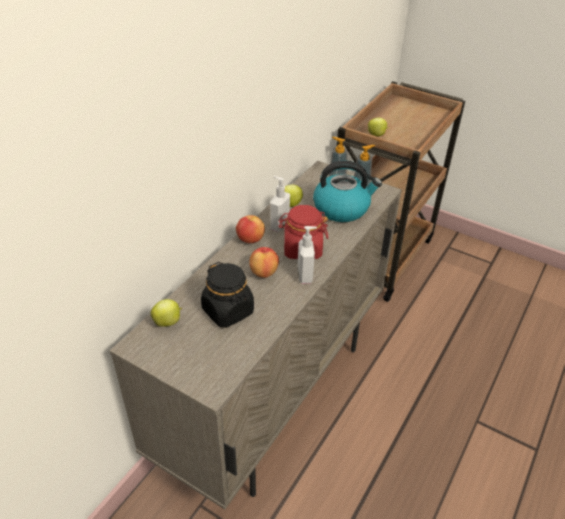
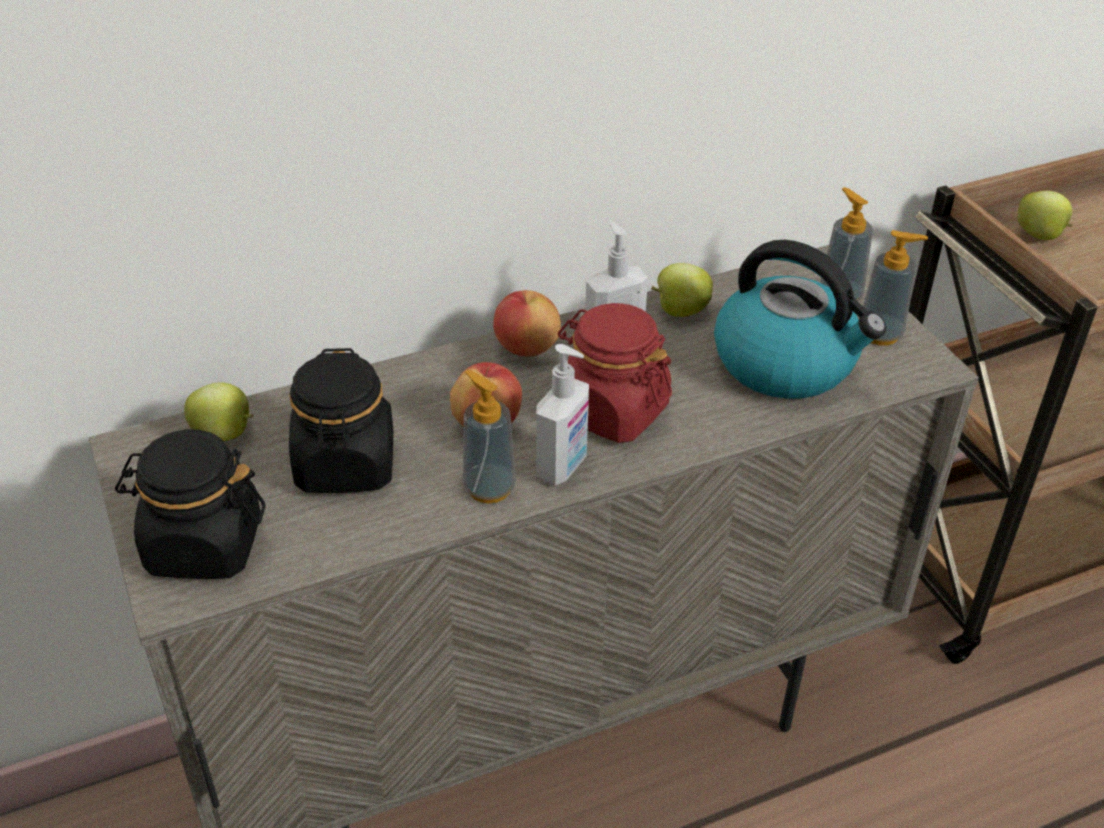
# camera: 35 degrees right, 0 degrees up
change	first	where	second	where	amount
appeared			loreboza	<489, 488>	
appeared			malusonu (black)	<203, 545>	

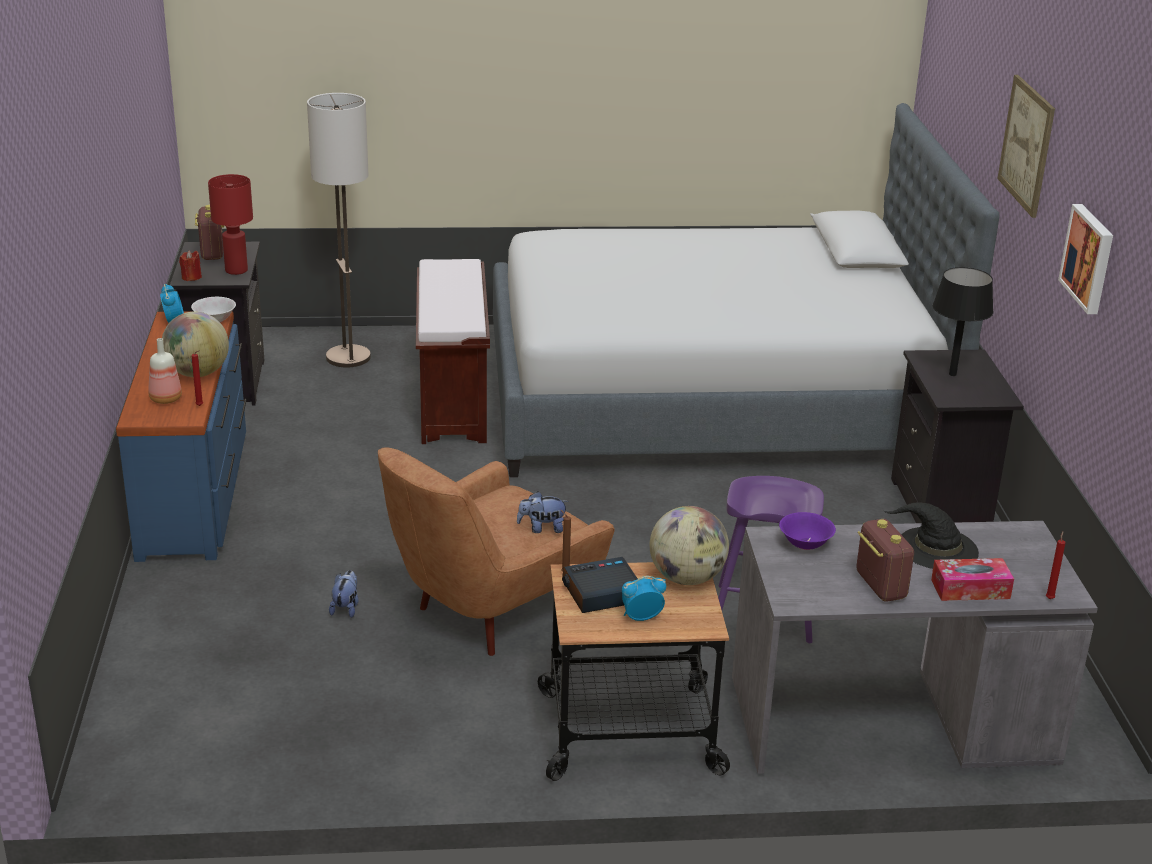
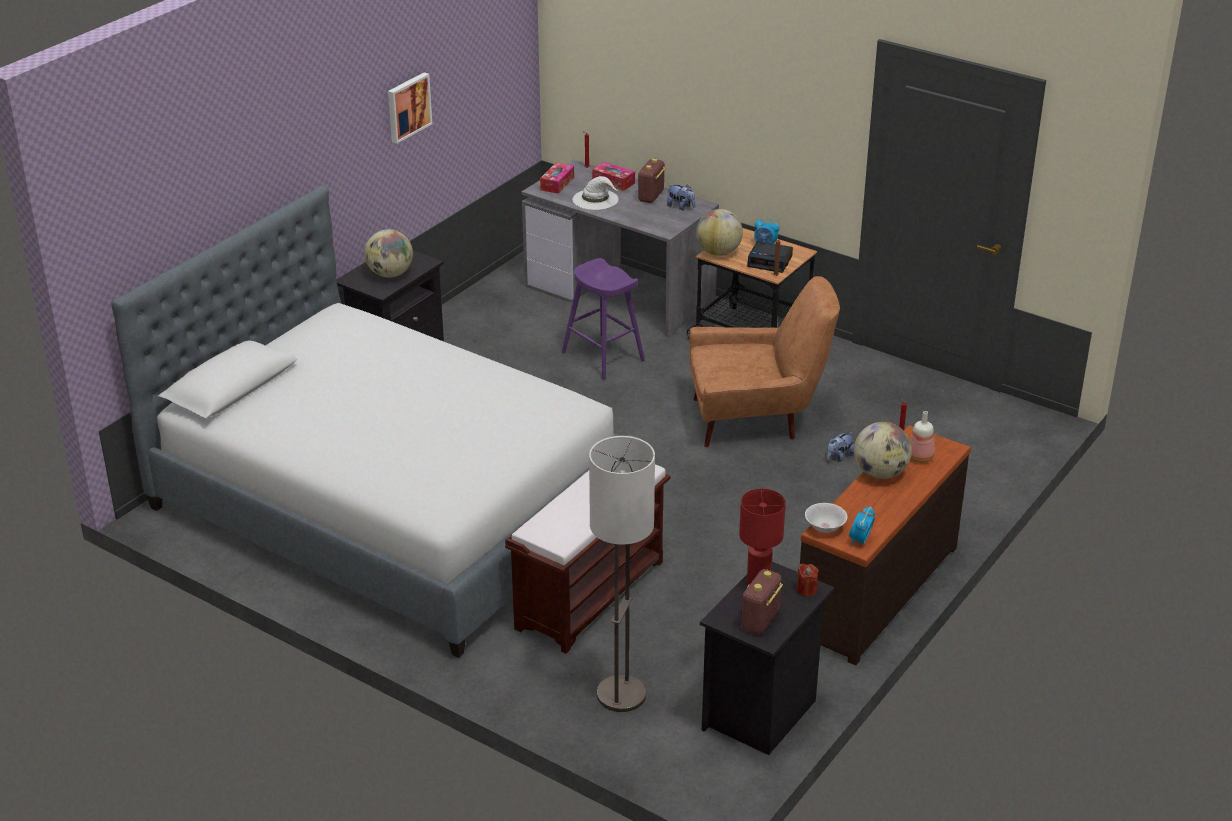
# camera: 140 degrees left, 5 degrees up
change	first	where	second	where	amount
missing	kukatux	<1026, 145>			
exchanged	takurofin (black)	<952, 374>	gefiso	<390, 274>	
colour	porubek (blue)	<195, 493>	porubek (brown)	<875, 591>	
relocated	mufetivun	<542, 528>		<681, 207>	
colour	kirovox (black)	<936, 548>	kirovox (white)	<596, 199>	
missing	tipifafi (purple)	<805, 544>			
appeared			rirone	<557, 183>	

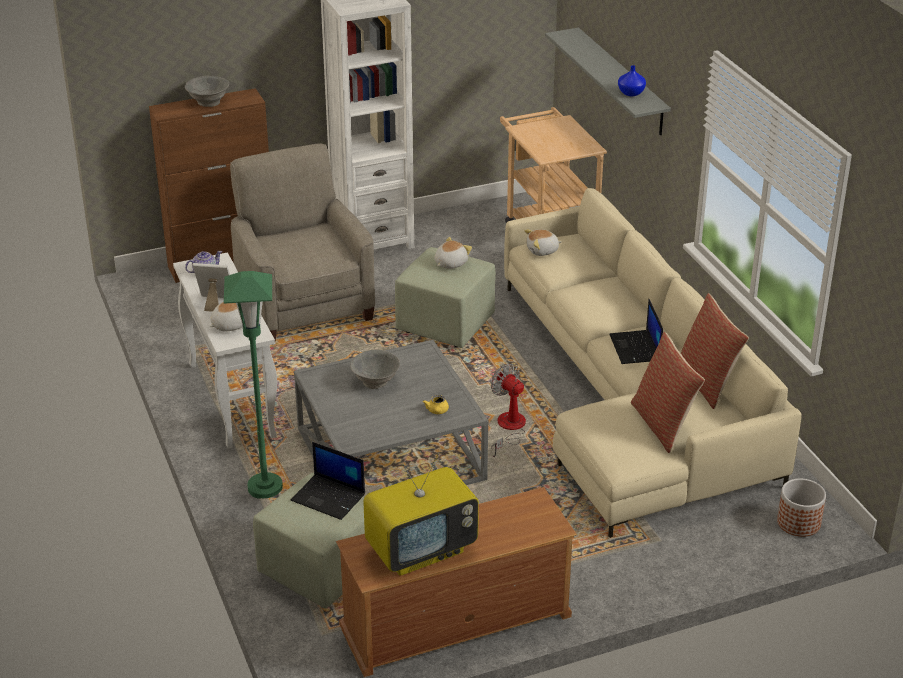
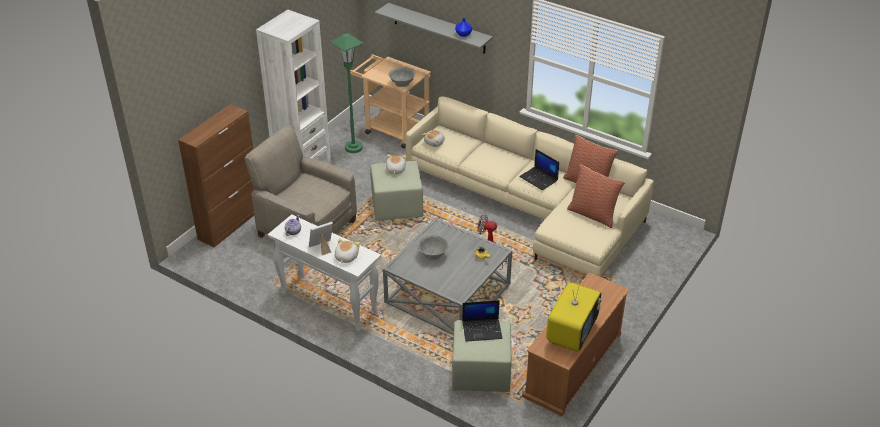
# camera: 35 degrees left, 5 degrees up
change	first	where	second	where	amount
relocated	tipifafi (grey)	<208, 103>		<402, 84>	
relocated	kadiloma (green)	<265, 487>		<353, 148>	
missing	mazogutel	<799, 523>			

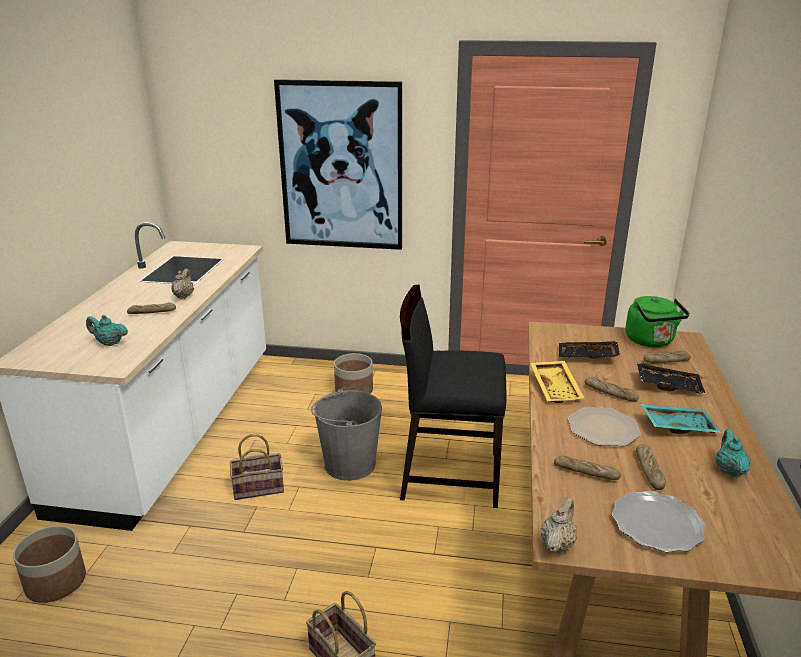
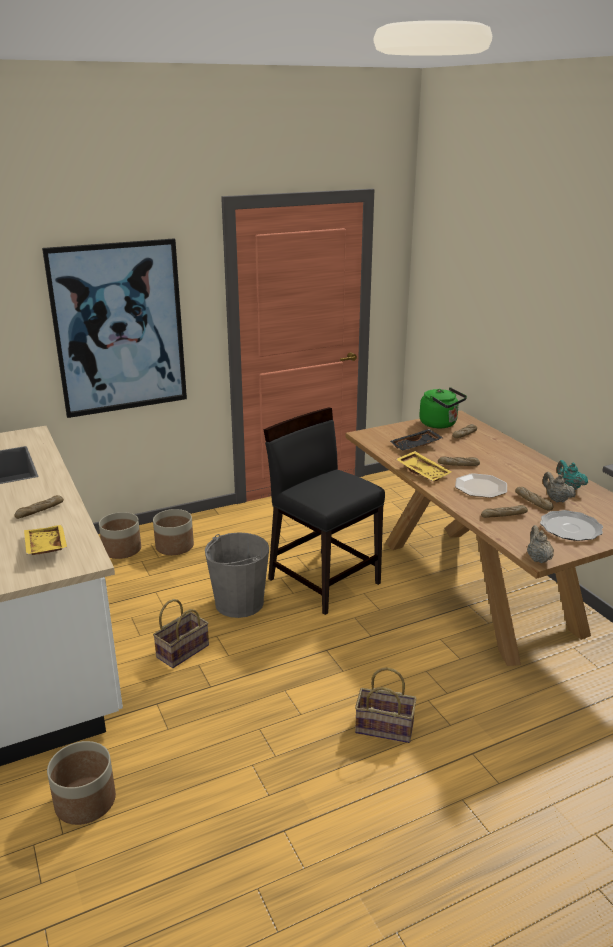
# camera: 35 degrees left, 0 degrees up
change	first	where	second	where	amount
relocated	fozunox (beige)	<184, 296>		<556, 499>	
spun	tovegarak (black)	<449, 474>		<324, 580>	75 degrees clockwise
exchanged	fozunox (turquoise)	<109, 343>	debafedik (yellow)	<45, 547>	
missing	debafedik (black)	<668, 385>			
missing	debafedik (turquoise)	<677, 426>			
appeared			mazogutel	<122, 549>	

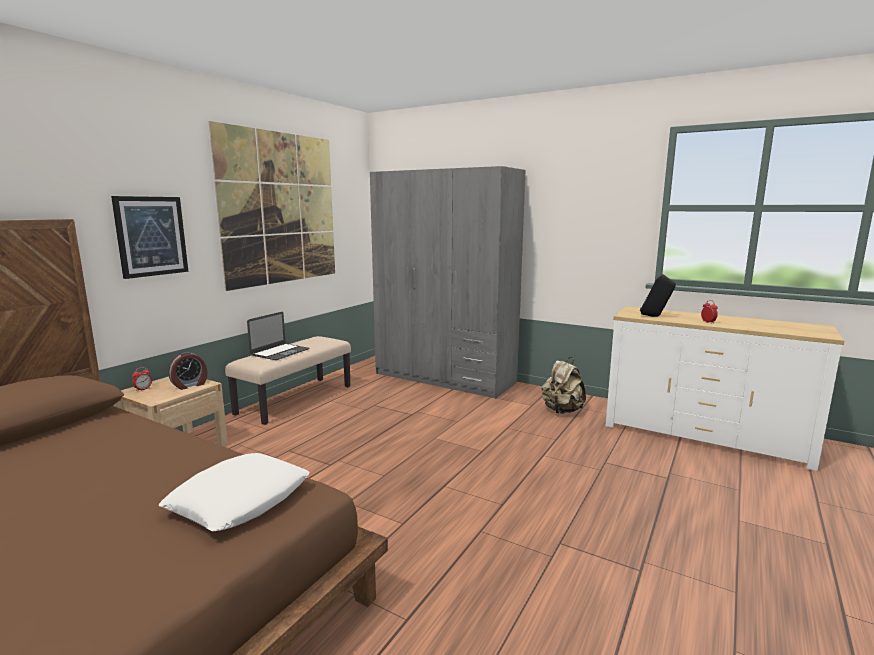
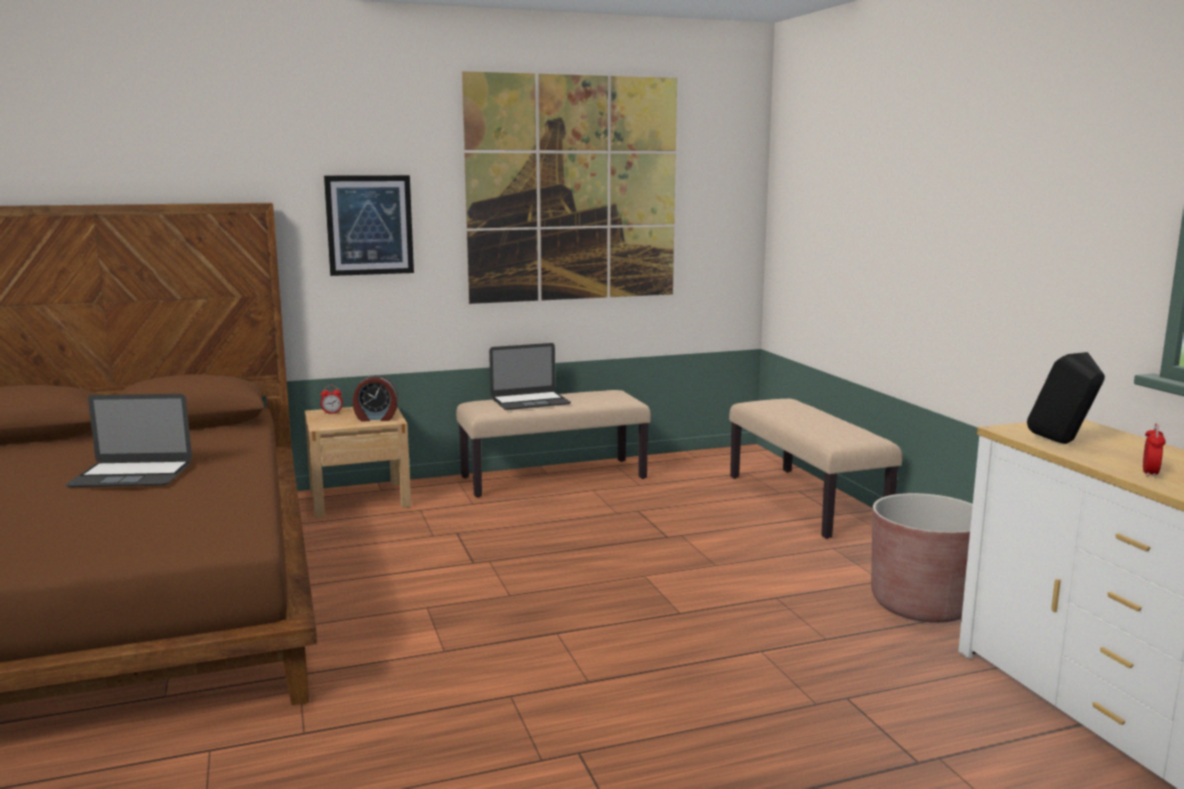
# camera: 40 degrees right, 0 degrees up
change	first	where	second	where	amount
exchanged	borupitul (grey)	<444, 378>	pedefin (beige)	<806, 501>	
exchanged	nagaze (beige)	<562, 411>	mazogutel (brown)	<922, 605>	
missing	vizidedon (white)	<240, 499>			
appeared			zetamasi	<131, 474>	

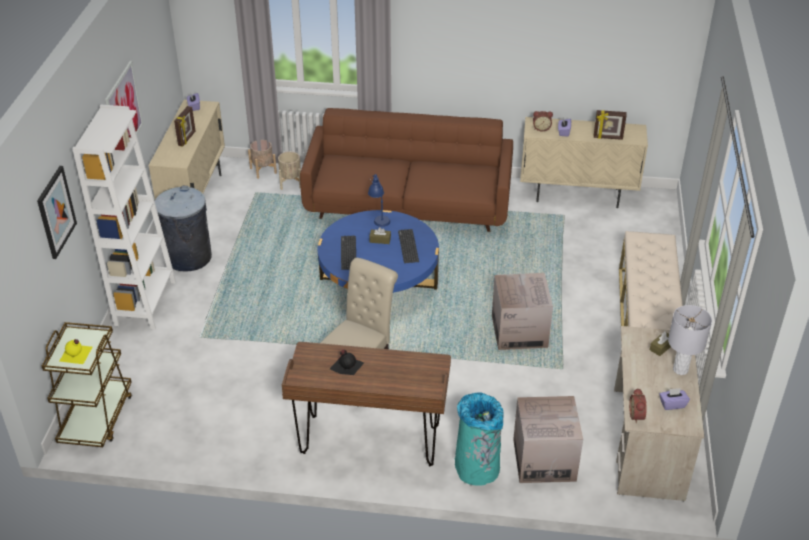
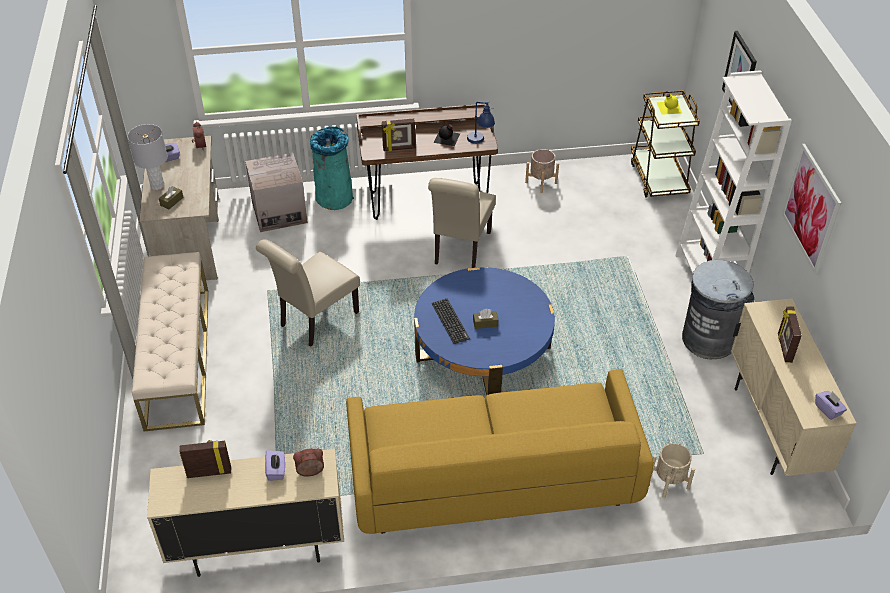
# camera: 165 degrees right, 5 degrees up
change	first	where	second	where	amount
colour	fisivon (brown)	<408, 204>	fisivon (yellow)	<492, 476>	
relocated	mazogutel (beige)	<263, 170>		<541, 182>	
relocated	takurofin (blue)	<378, 217>		<480, 141>	
missing	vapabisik	<348, 253>			
exchanged	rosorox	<519, 331>	tovegarak (beige)	<315, 321>	
appeared			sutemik	<399, 148>	

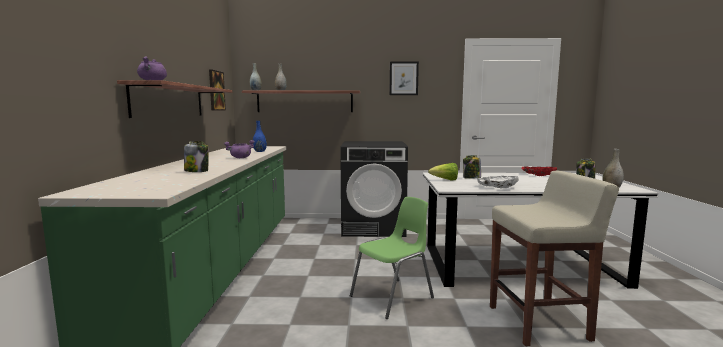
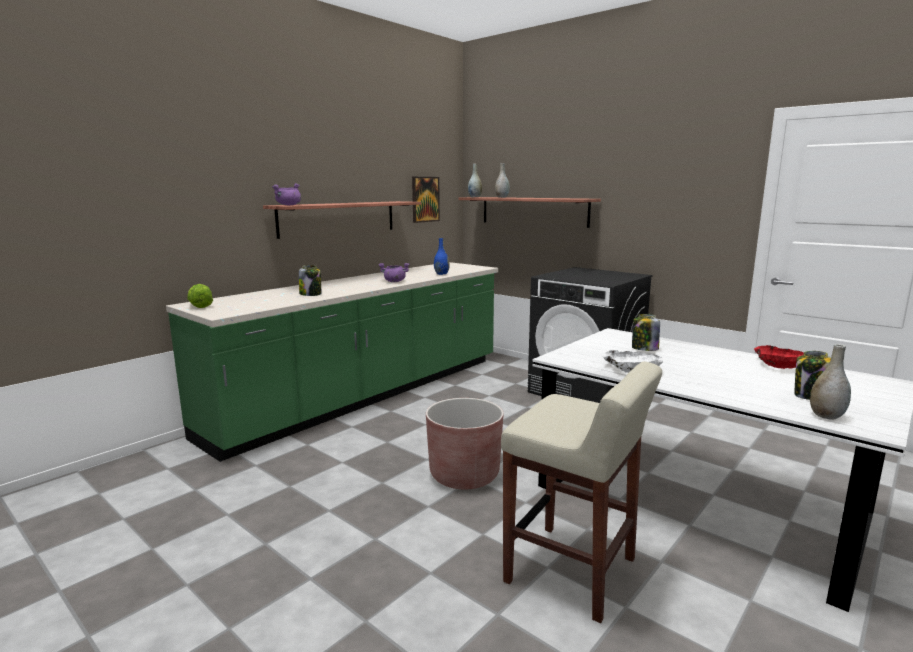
# camera: 40 degrees right, 5 degrees up
change	first	where	second	where	amount
missing	kukatux	<403, 78>			
relocated	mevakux	<445, 180>		<199, 306>	
exchanged	tovegarak (green)	<393, 297>	mazogutel (brown)	<464, 475>	

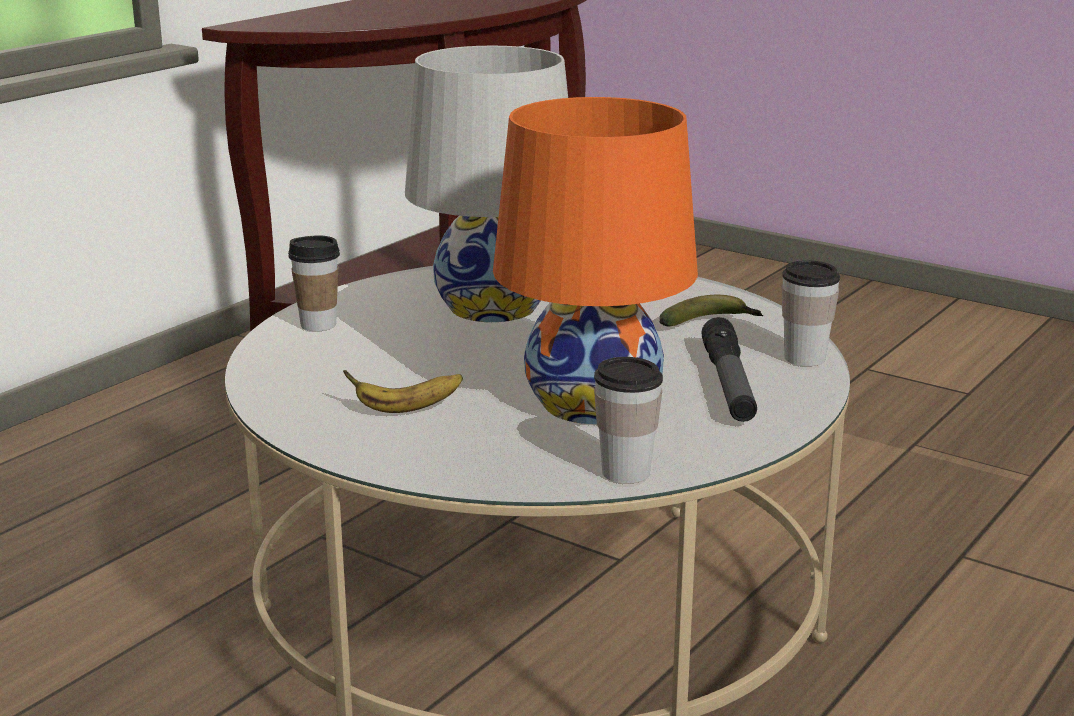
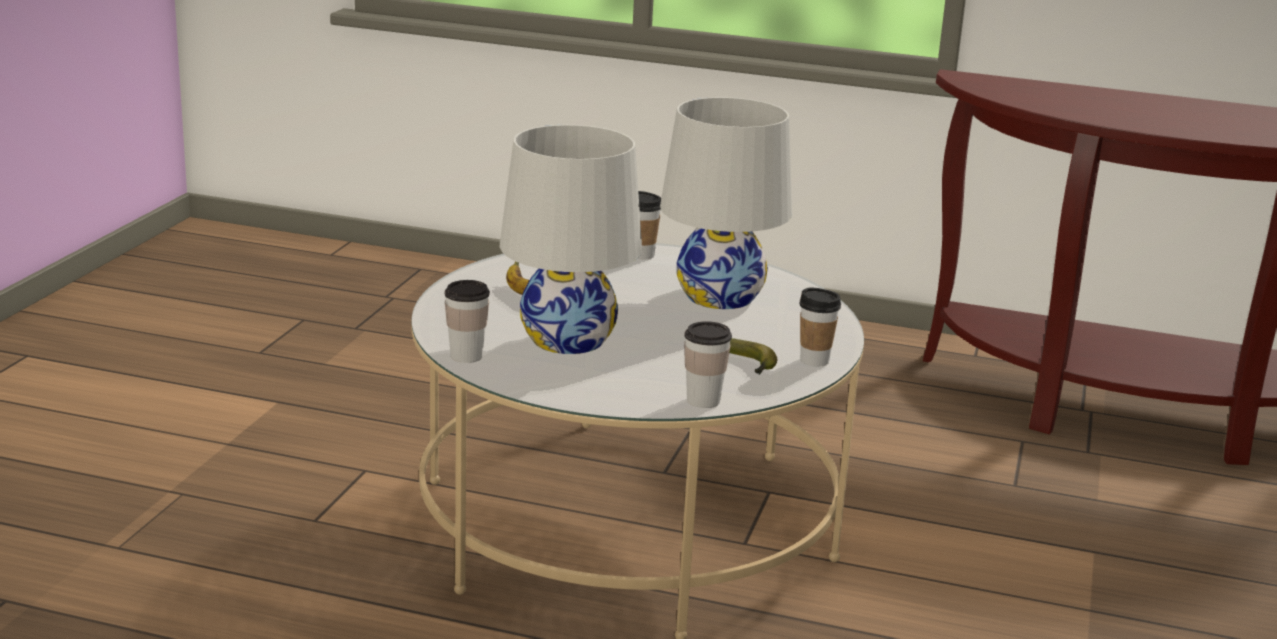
# camera: 70 degrees right, 0 degrees up
change	first	where	second	where	amount
colour	takurofin (orange)	<593, 402>	takurofin (white)	<568, 339>	
missing	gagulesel	<729, 385>			
appeared			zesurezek	<814, 360>	

